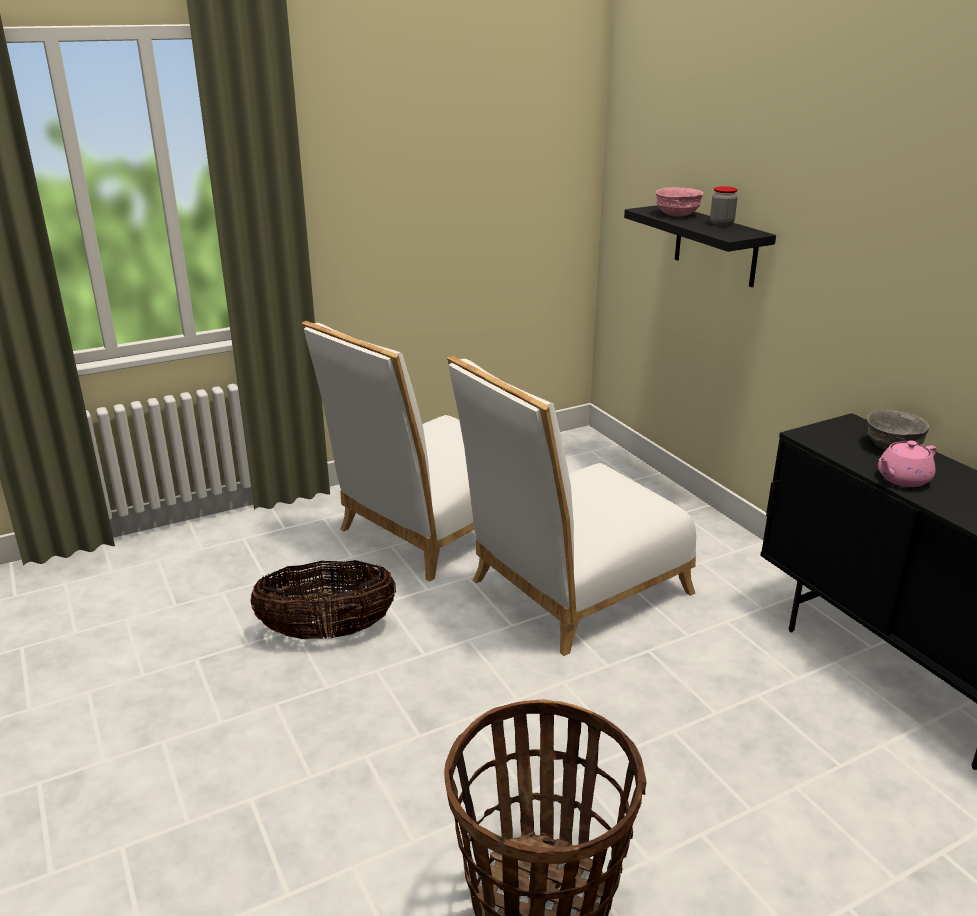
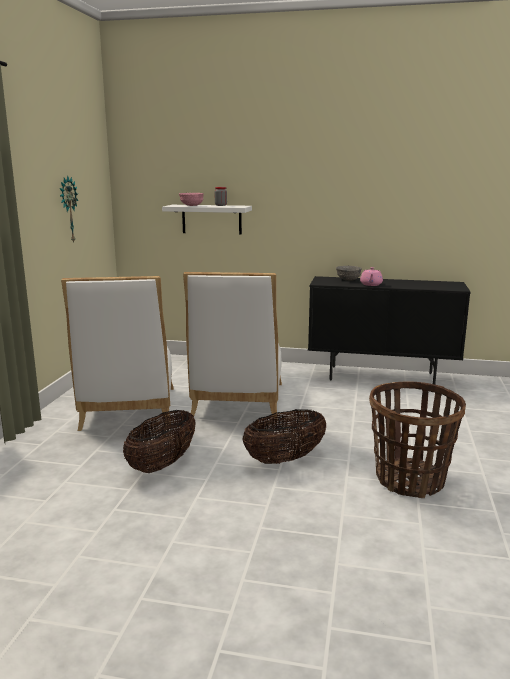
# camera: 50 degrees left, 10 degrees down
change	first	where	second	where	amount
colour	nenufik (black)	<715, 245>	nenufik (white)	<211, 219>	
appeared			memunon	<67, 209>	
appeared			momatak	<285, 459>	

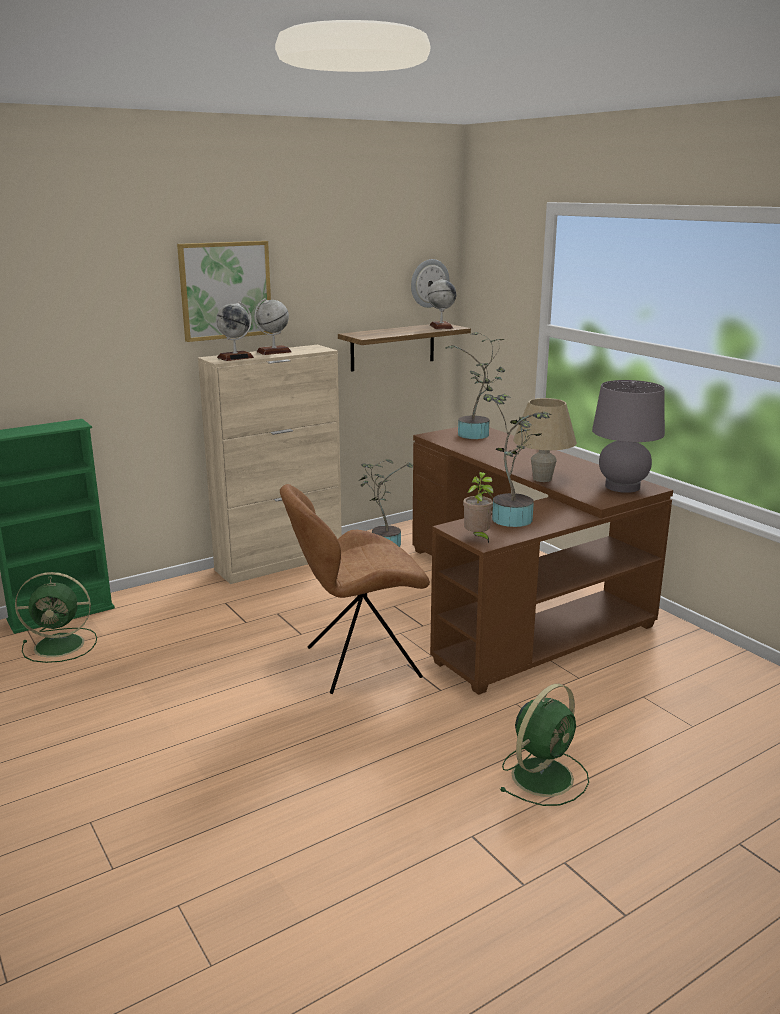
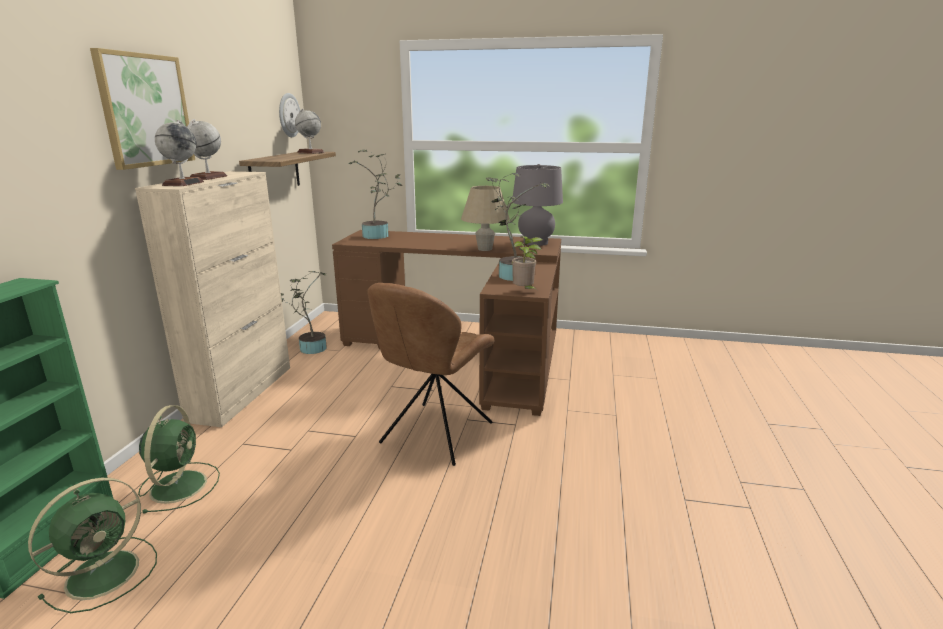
# camera: 45 degrees left, 0 degrees up
change	first	where	second	where	amount
relocated	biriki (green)	<544, 775>		<179, 485>	

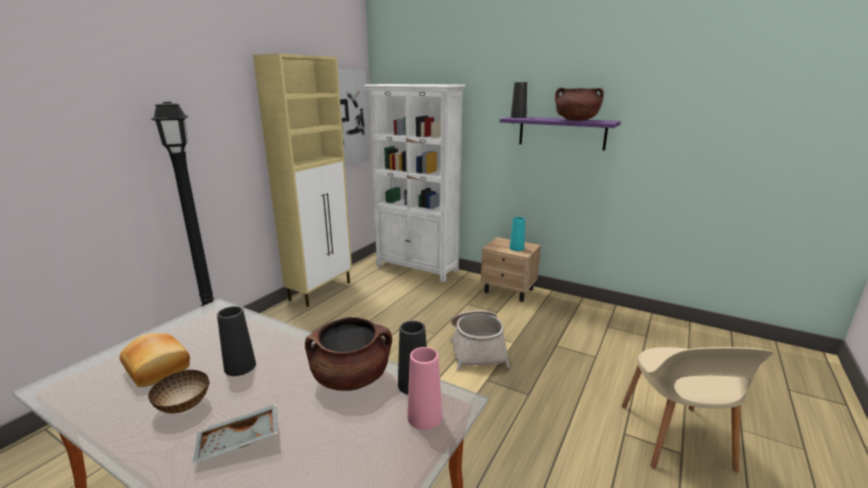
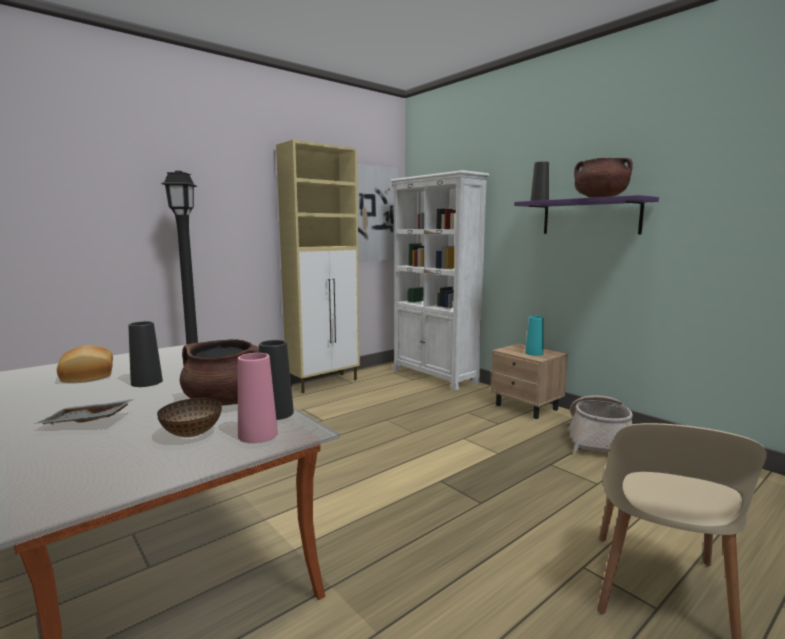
# camera: 20 degrees right, 10 degrees down
change	first	where	second	where	amount
relocated	momatak	<477, 348>		<599, 441>	
relocated	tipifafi	<183, 406>		<191, 434>	

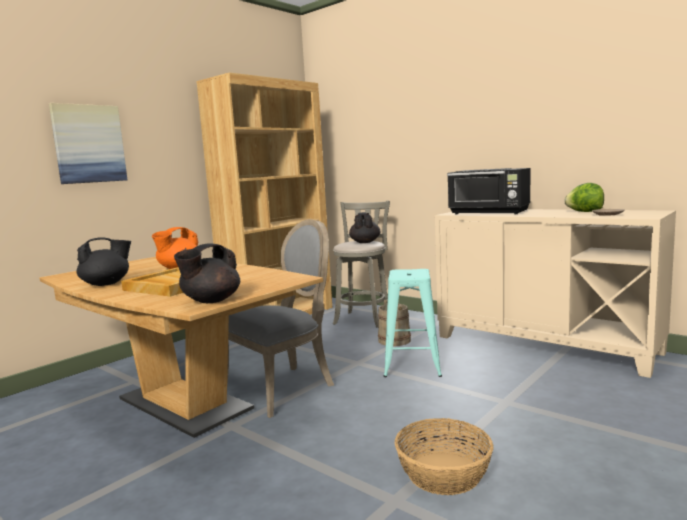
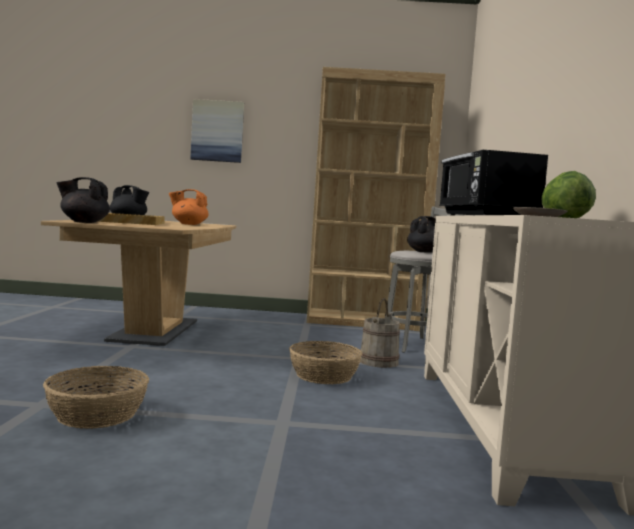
# camera: 50 degrees right, 5 degrees down
change	first	where	second	where	amount
missing	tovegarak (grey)	<284, 387>			
exchanged	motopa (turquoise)	<412, 365>	momatak	<324, 376>	

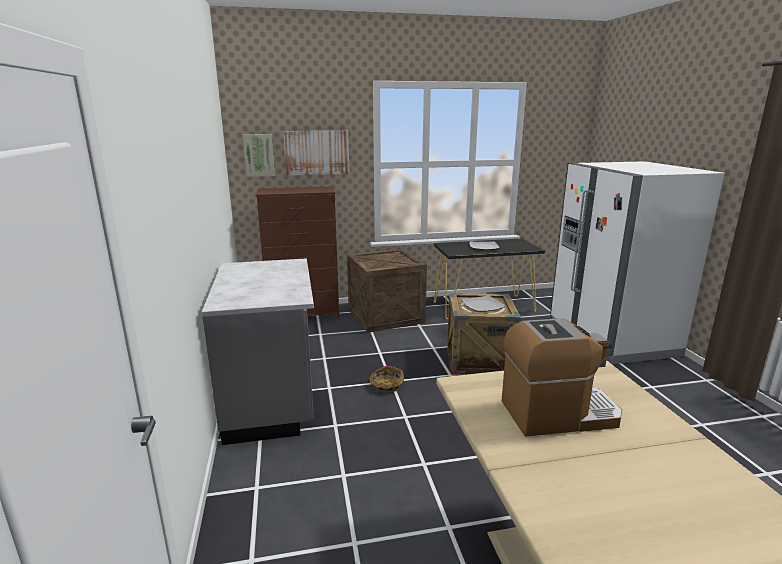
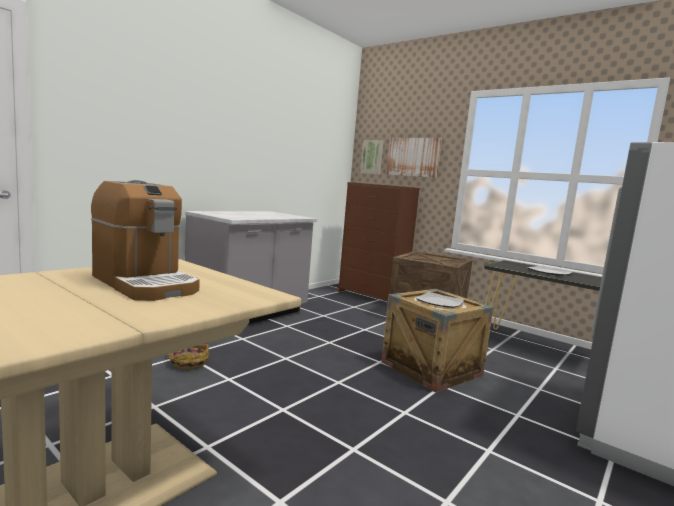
# camera: 50 degrees right, 10 degrees down
change	first	where	second	where	amount
relocated	momatak	<386, 385>		<188, 362>	

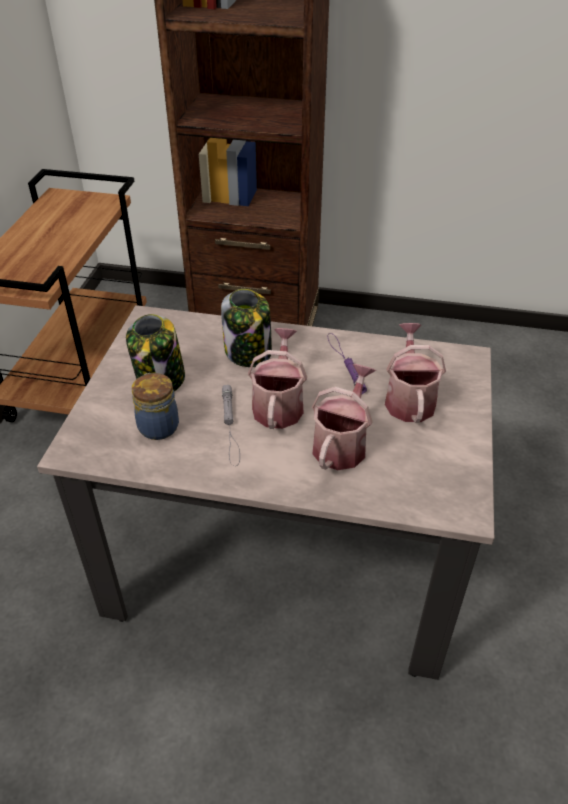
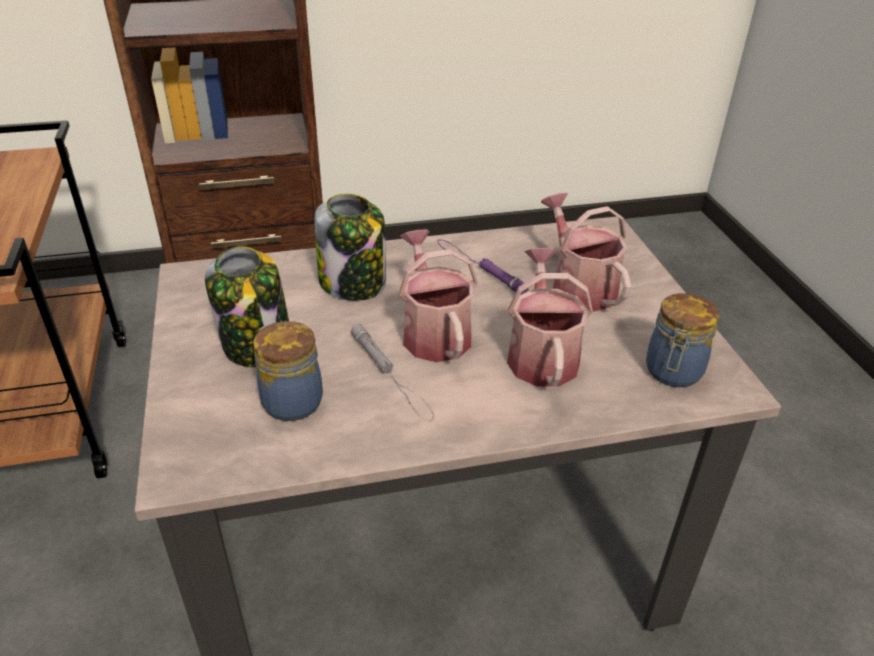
# camera: 25 degrees left, 5 degrees down
change	first	where	second	where	amount
appeared			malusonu	<672, 373>	

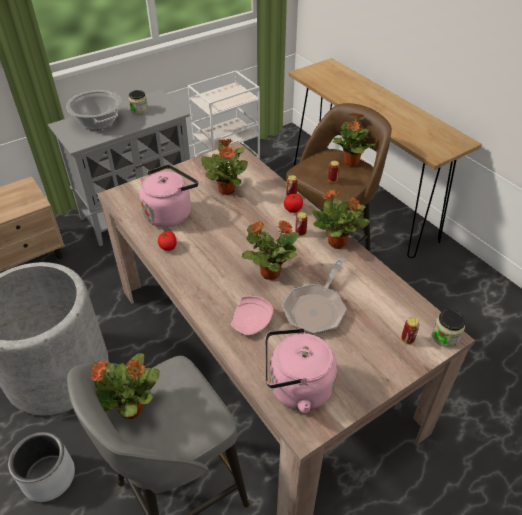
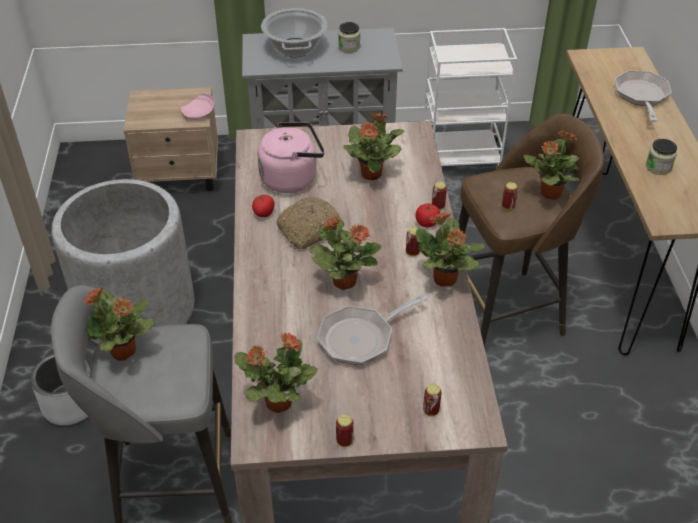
# camera: 30 degrees right, 0 degrees up
change	first	where	second	where	amount
relocated	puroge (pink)	<252, 322>		<200, 113>	
relocated	malusonu	<445, 337>		<658, 167>	
exchanged	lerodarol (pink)	<296, 388>	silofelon	<277, 402>	
appeared			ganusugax	<641, 96>	
appeared			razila	<309, 230>	
appeared			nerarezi	<344, 441>	

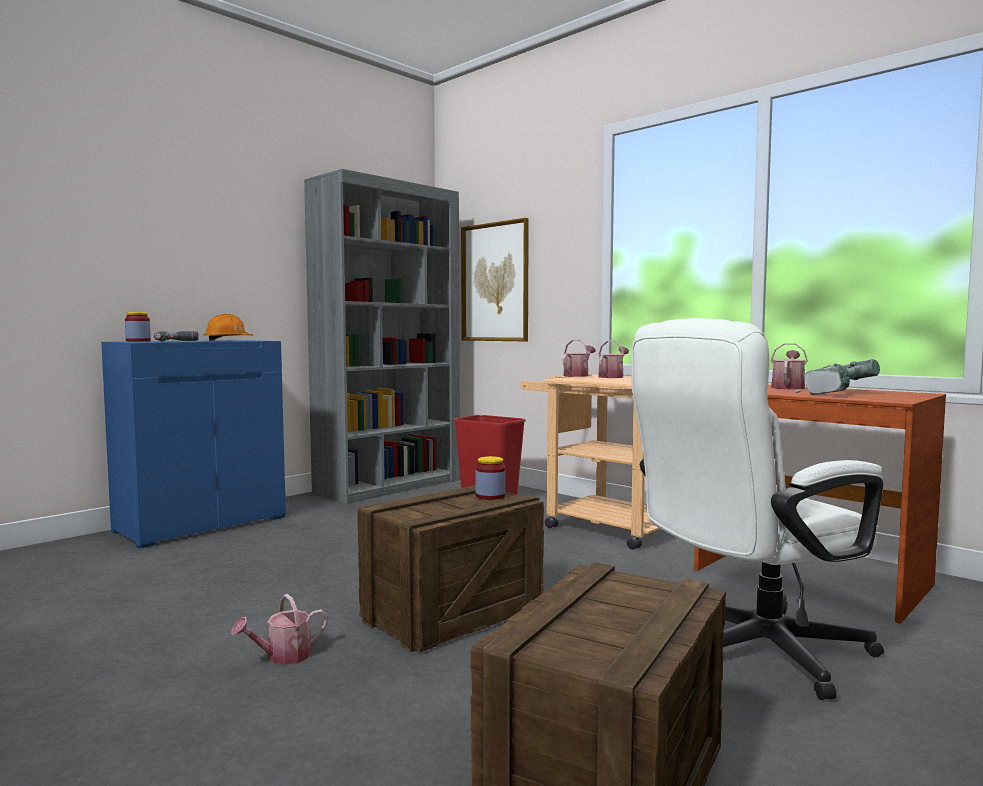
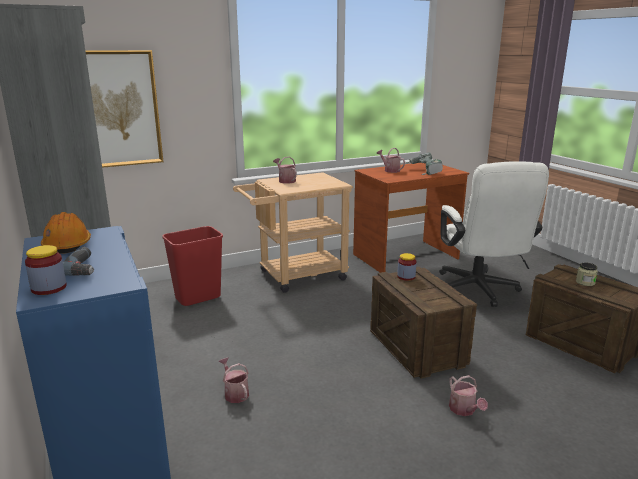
# camera: 70 degrees left, 15 degrees up
change	first	where	second	where	amount
relocated	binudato	<578, 375>		<235, 393>	
appeared			malusonu	<585, 282>	

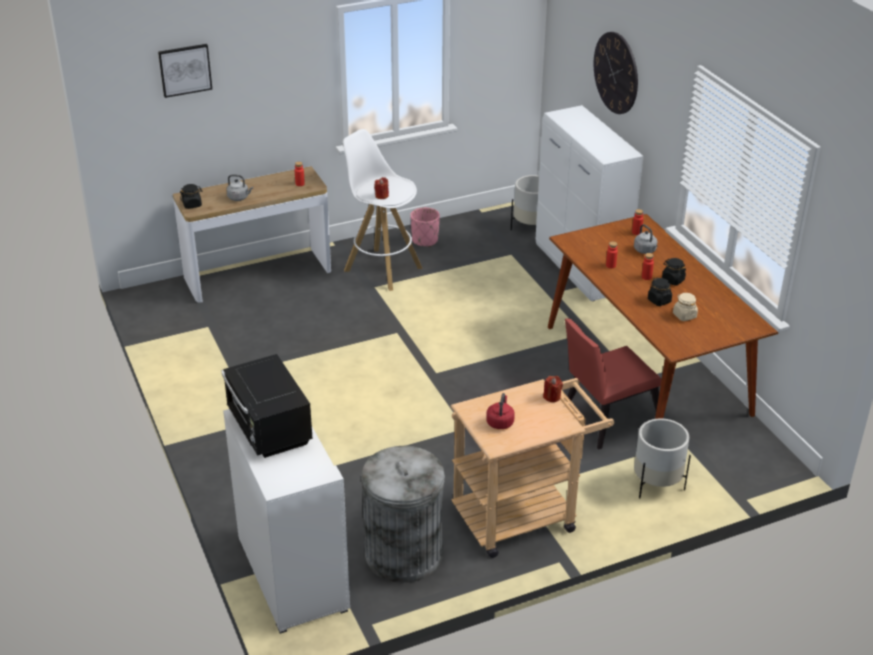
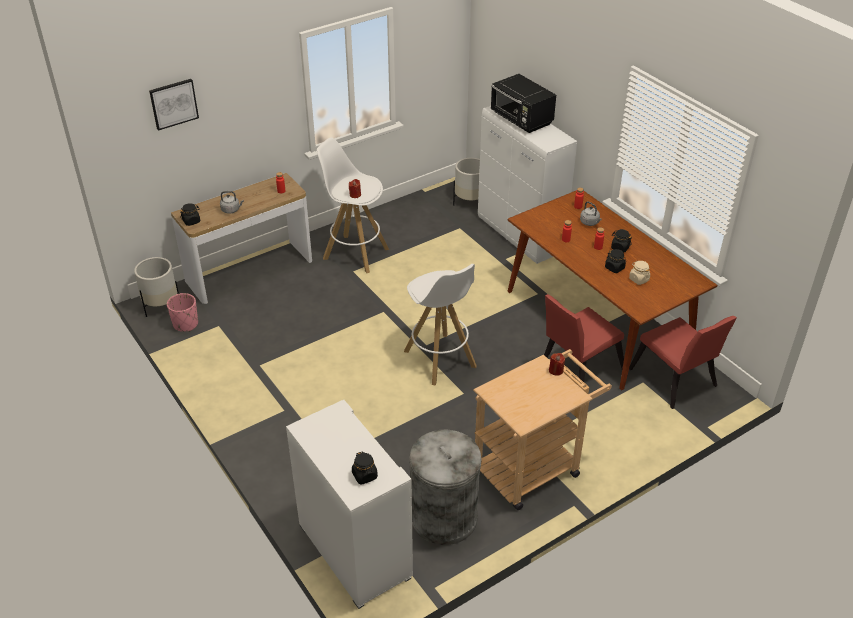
# camera: 10 degrees left, 5 degrees up
change	first	where	second	where	amount
missing	memunon	<616, 73>			
relocated	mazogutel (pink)	<425, 240>		<186, 324>	
relocated	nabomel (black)	<269, 429>		<521, 120>	
missing	lerodarol (red)	<500, 422>			
relocated	mazogutel (white)	<656, 484>		<161, 306>	
appeared			motopa (white)	<440, 359>	
appeared			tovegarak (red)	<675, 381>	
appeared			malusonu (black)	<365, 476>	

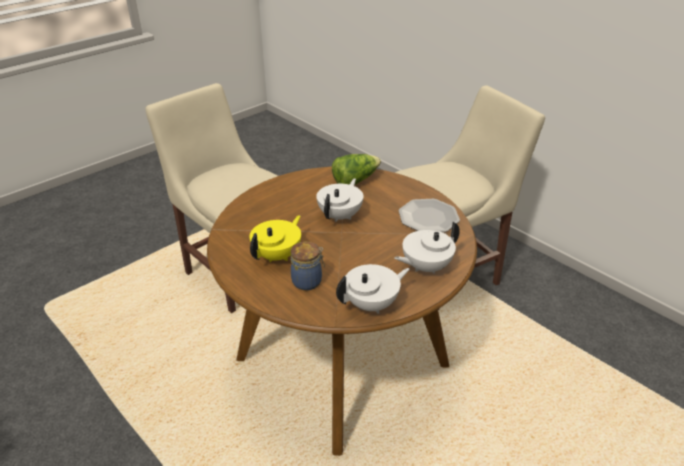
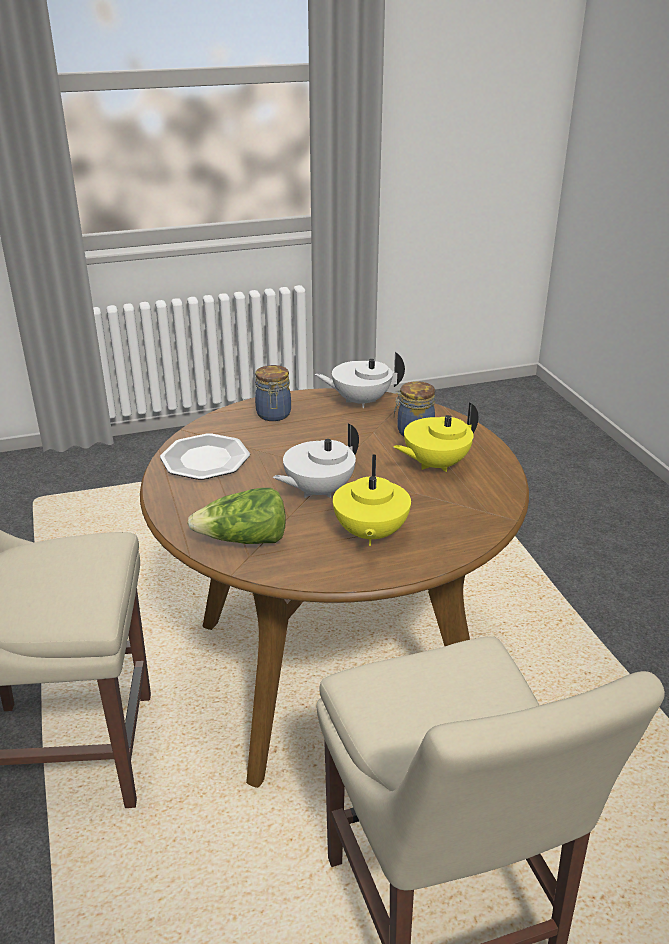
# camera: 155 degrees left, 5 degrees down
change	first	where	second	where	amount
exchanged	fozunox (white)	<425, 267>	malusonu	<273, 415>	
appeared			fozunox (yellow)	<370, 534>	

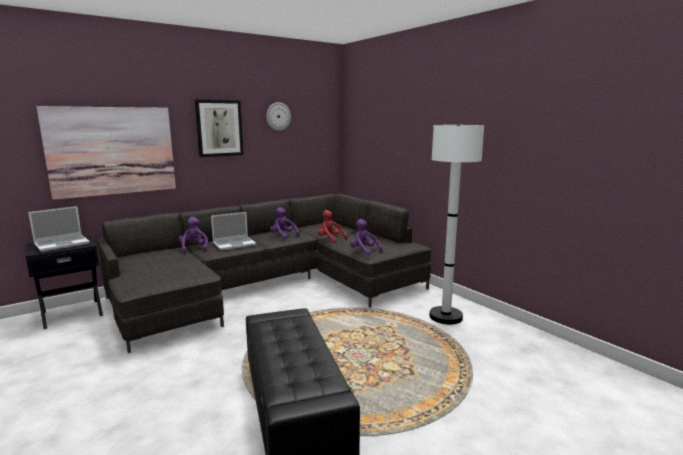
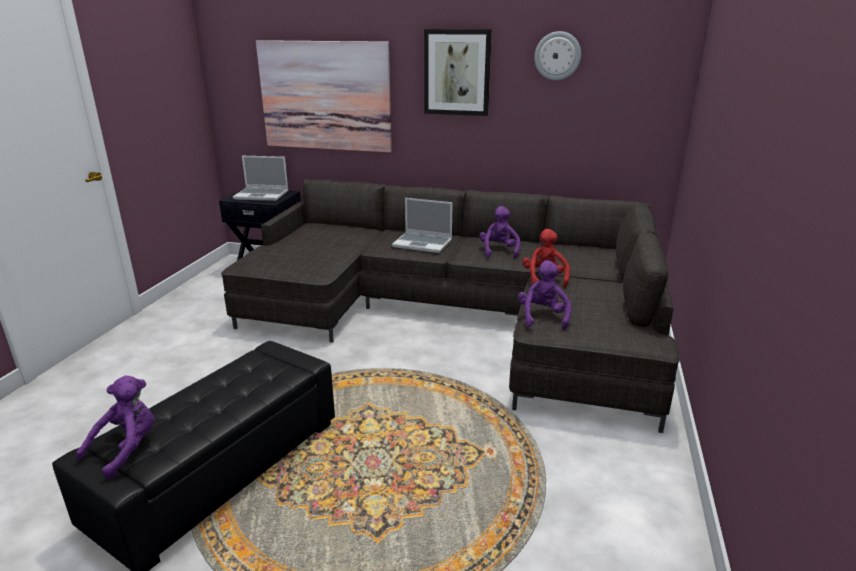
# camera: 50 degrees right, 10 degrees up
change	first	where	second	where	amount
missing	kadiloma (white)	<445, 316>			
relocated	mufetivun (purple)	<194, 248>		<127, 449>	

